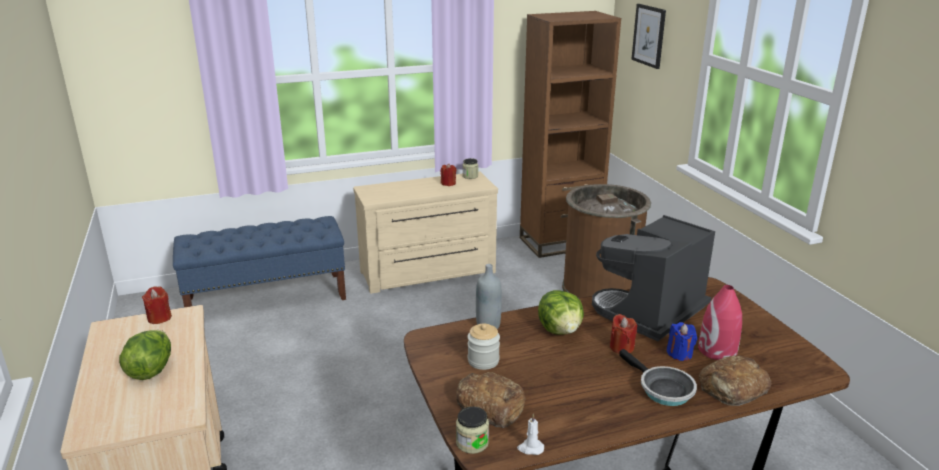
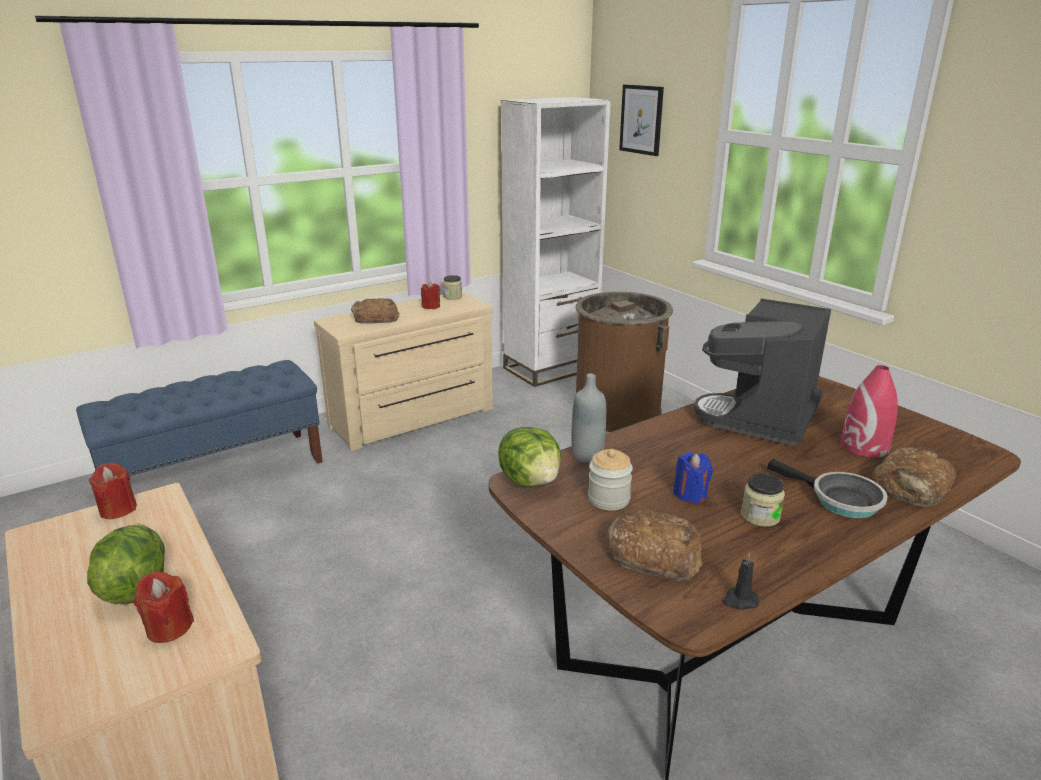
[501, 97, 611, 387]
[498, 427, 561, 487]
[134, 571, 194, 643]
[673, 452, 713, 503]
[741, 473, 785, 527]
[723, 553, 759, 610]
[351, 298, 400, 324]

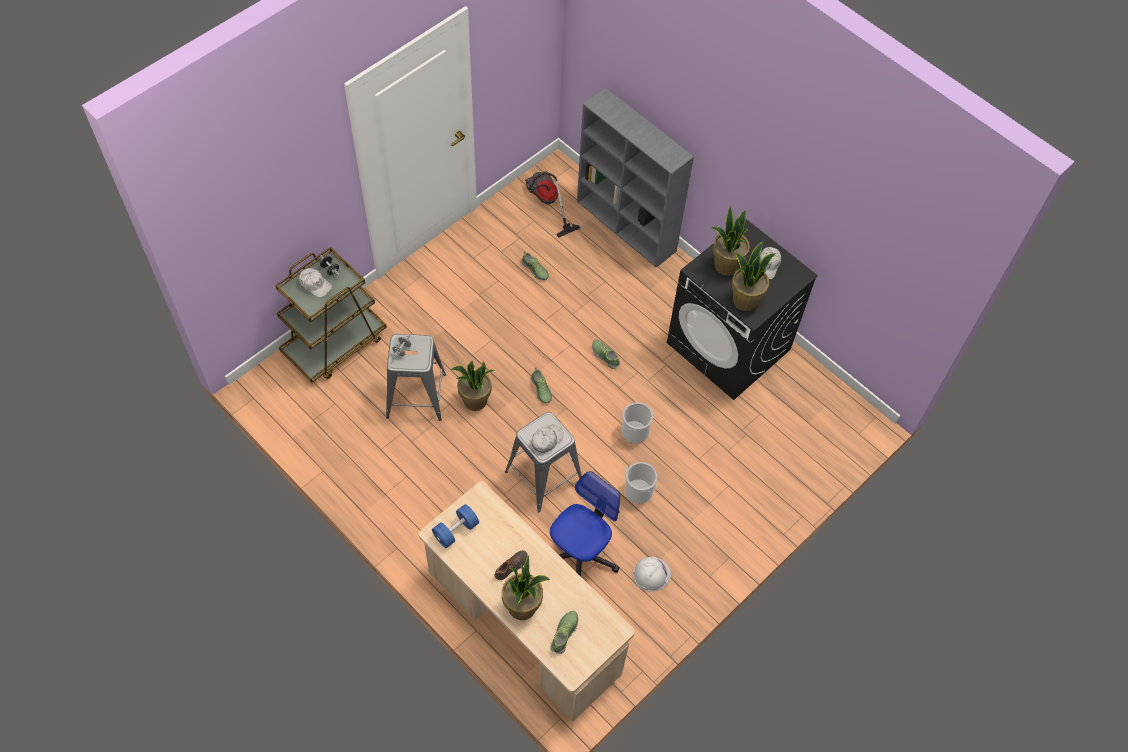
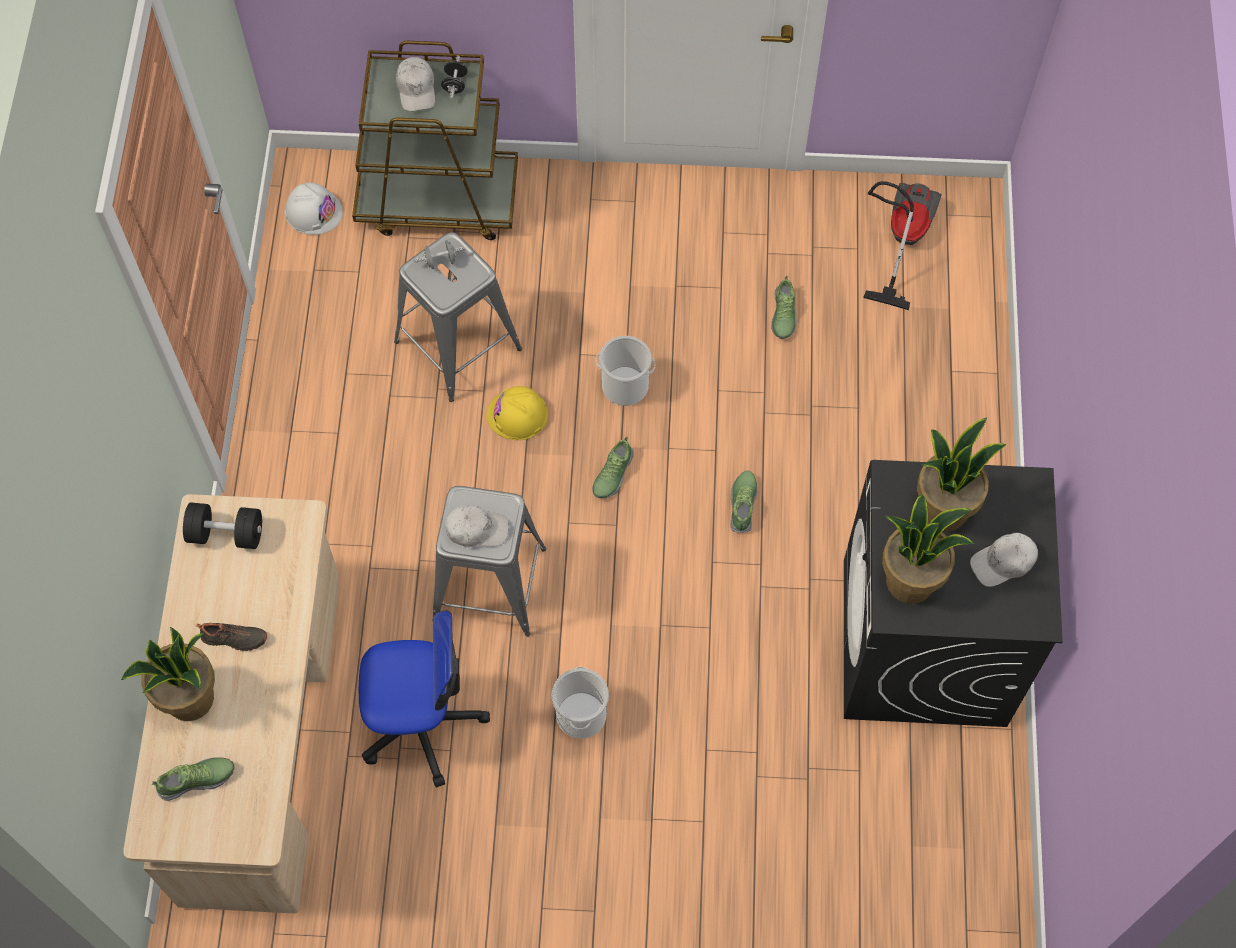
[577, 88, 694, 268] (first image)
[486, 386, 548, 440]
[596, 336, 655, 406]
[183, 502, 262, 549]
[284, 183, 343, 235]

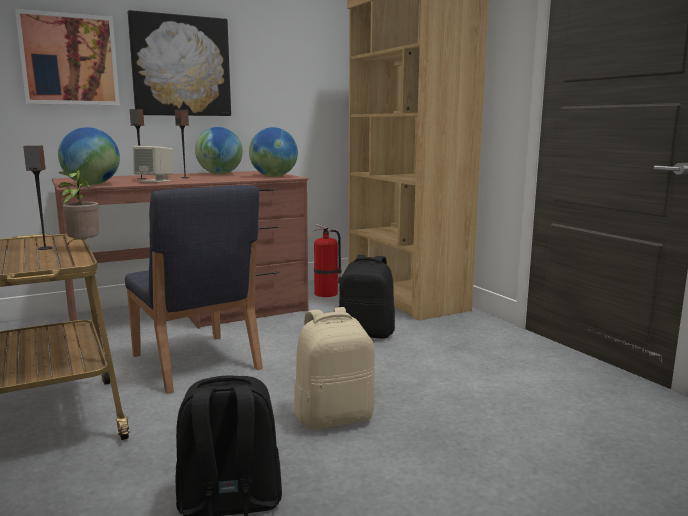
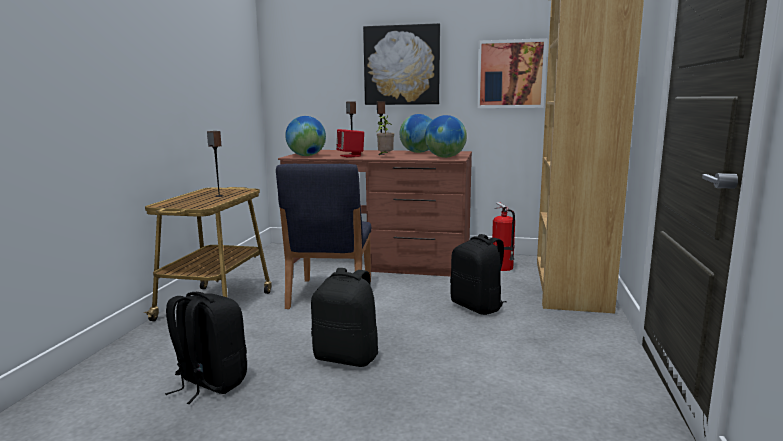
[477, 38, 547, 108]
[336, 129, 364, 157]
[377, 116, 394, 154]
[311, 268, 378, 367]

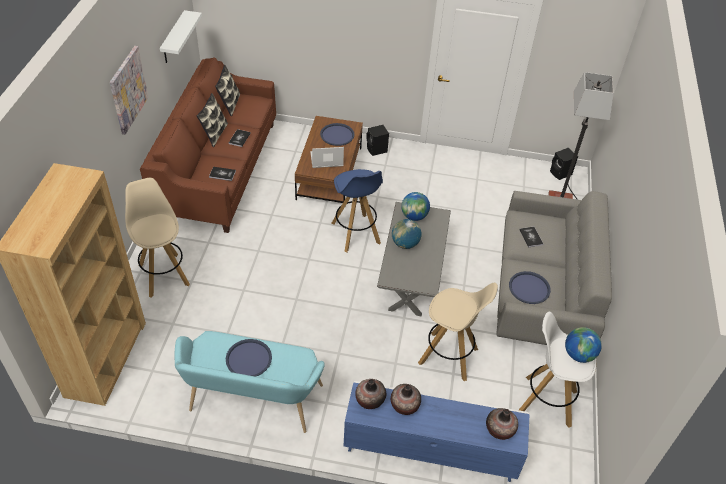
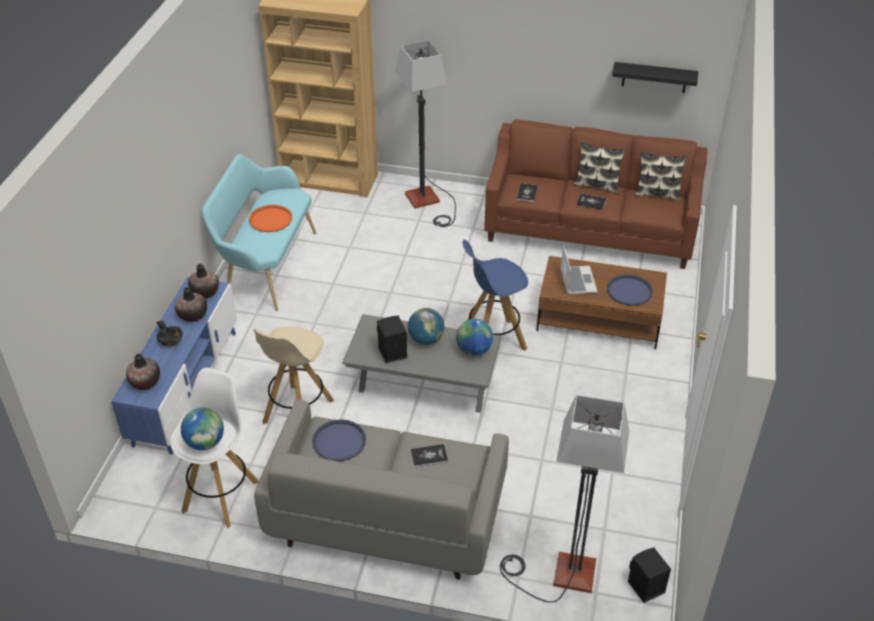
[612, 62, 698, 93]
[110, 46, 148, 135] (first image)
[377, 315, 407, 363]
[395, 40, 456, 227]
[249, 205, 293, 232]
[157, 321, 183, 347]

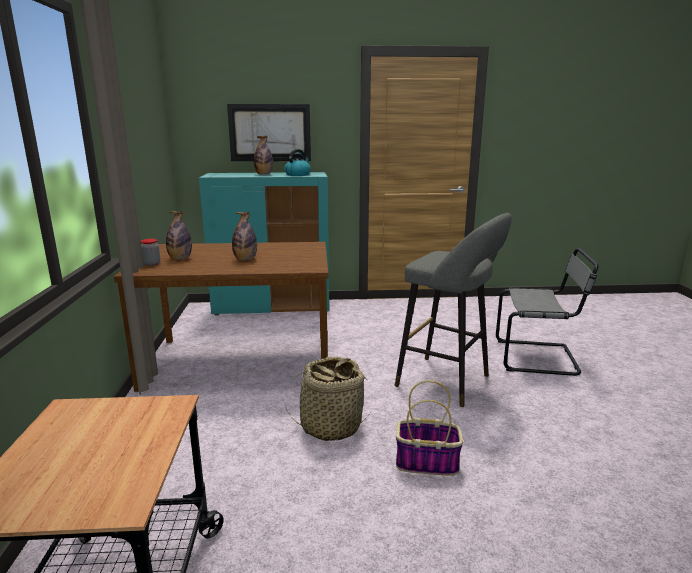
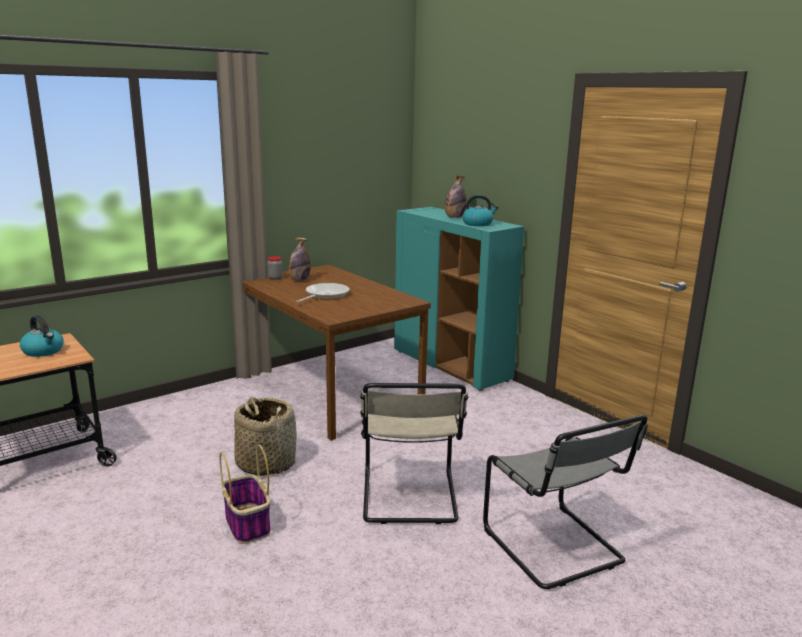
[227, 104, 311, 161] (first image)
[296, 283, 350, 303]
[360, 383, 468, 524]
[20, 315, 64, 357]

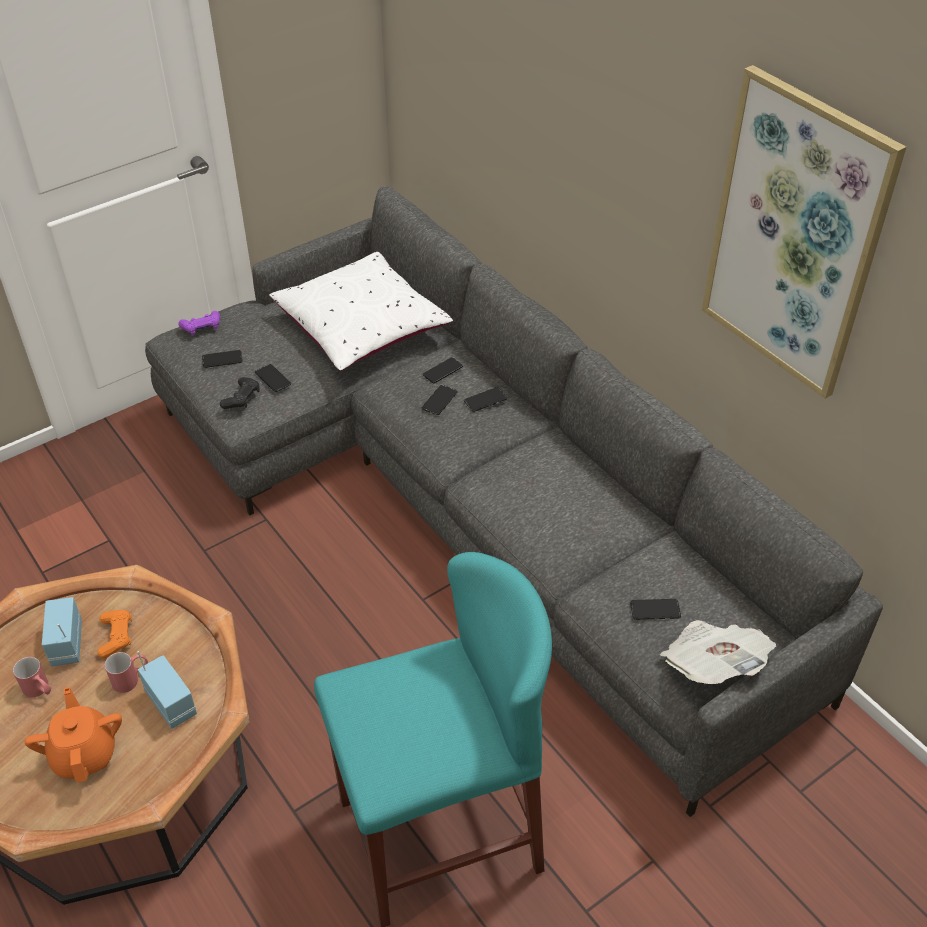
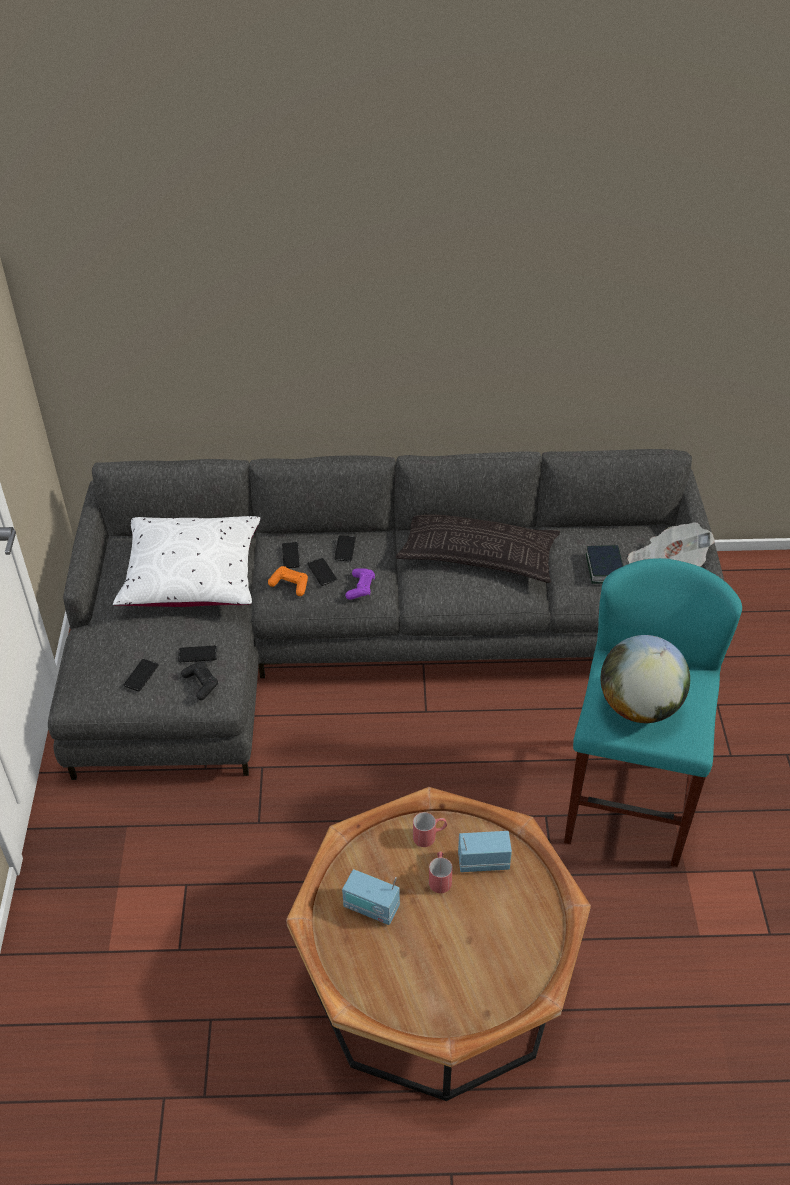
[702, 65, 906, 399] (first image)
[345, 568, 375, 600]
[586, 545, 623, 584]
[268, 566, 308, 596]
[413, 812, 447, 847]
[25, 687, 122, 783] (first image)
[396, 514, 560, 583]
[601, 635, 690, 723]

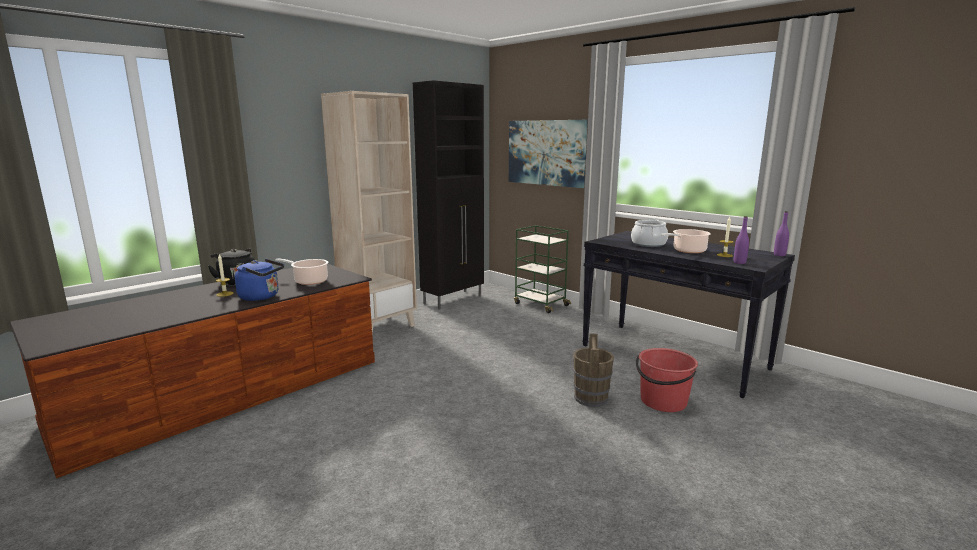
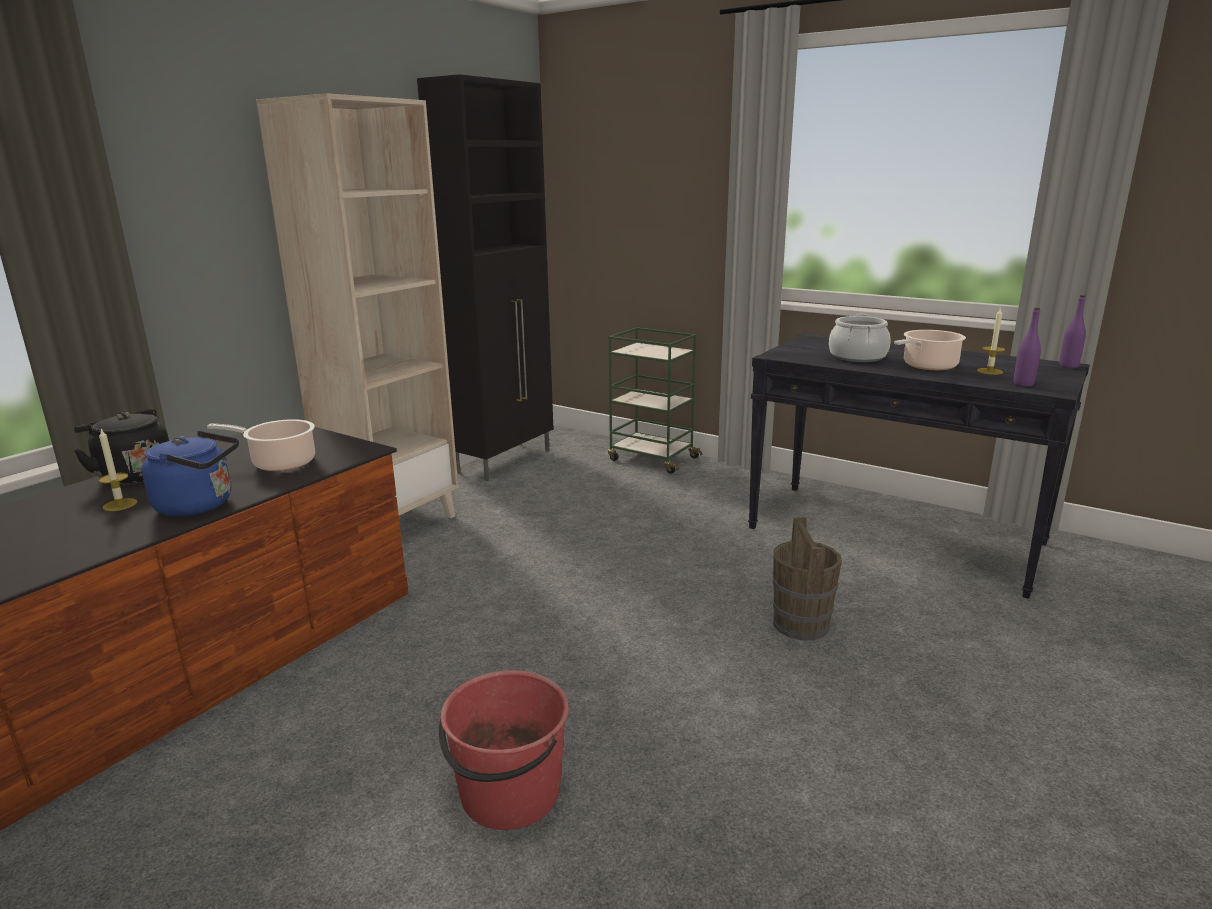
[509, 120, 588, 188] (first image)
[439, 670, 569, 830]

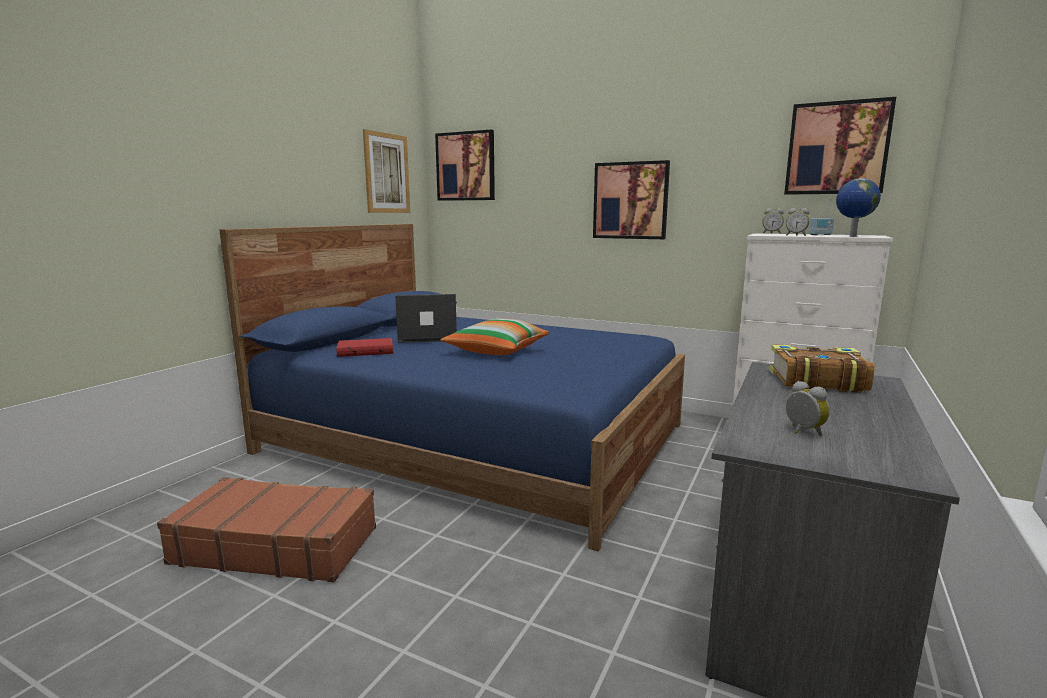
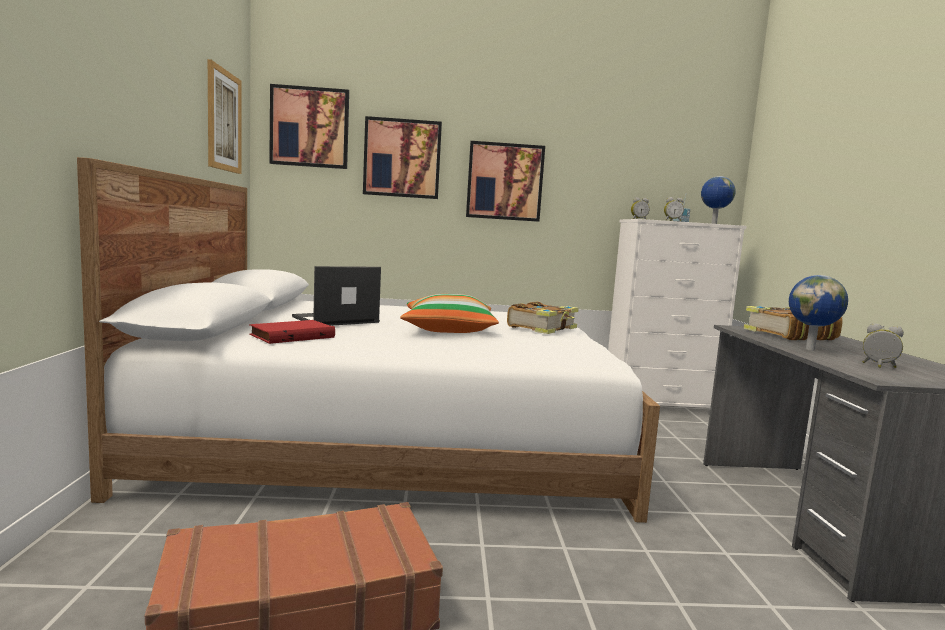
[363, 116, 442, 199]
[77, 157, 660, 523]
[789, 275, 848, 350]
[507, 302, 579, 334]

